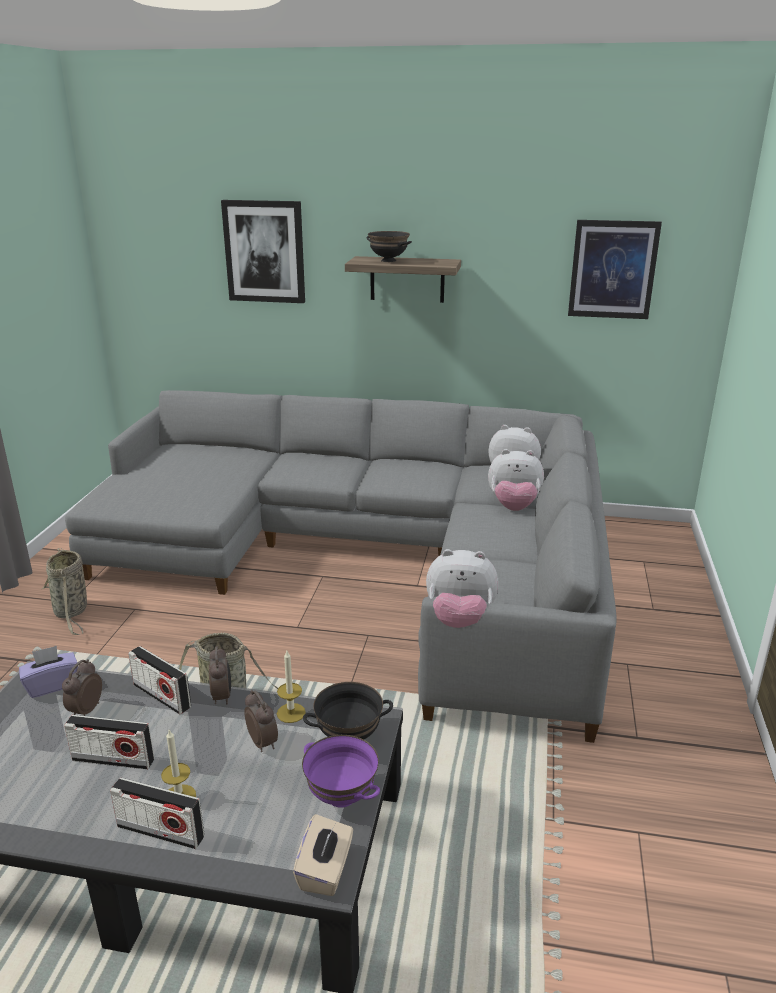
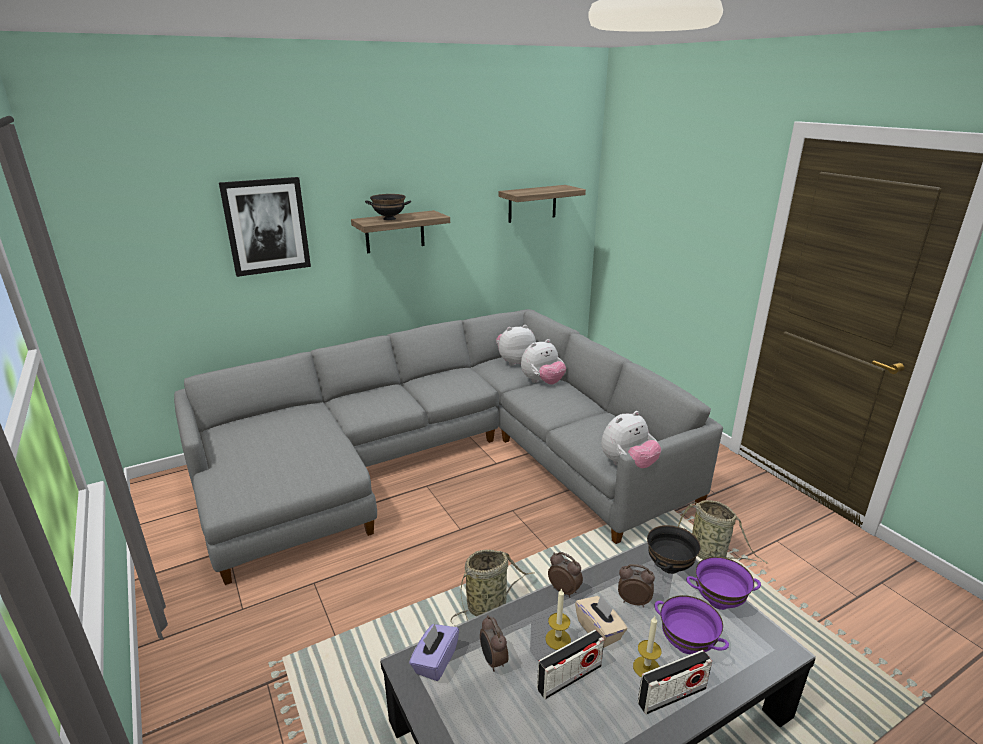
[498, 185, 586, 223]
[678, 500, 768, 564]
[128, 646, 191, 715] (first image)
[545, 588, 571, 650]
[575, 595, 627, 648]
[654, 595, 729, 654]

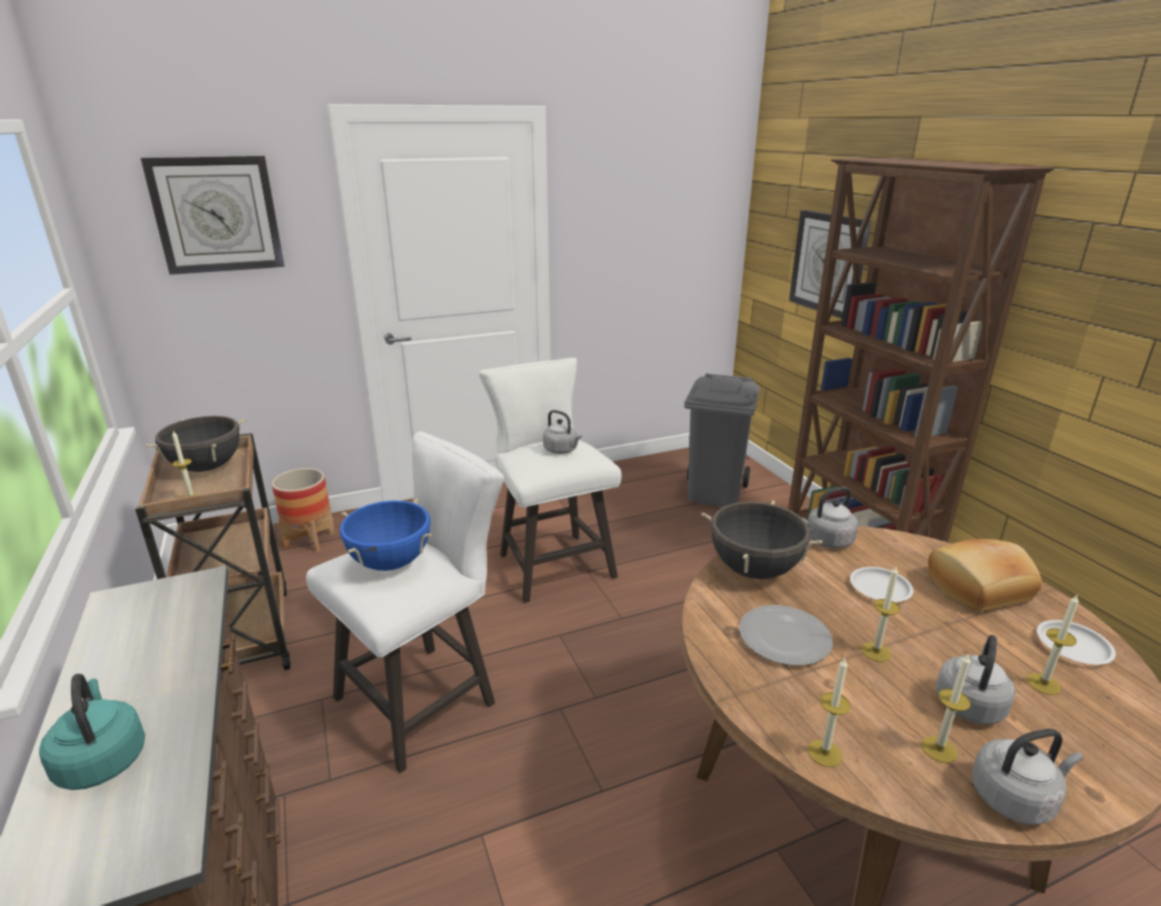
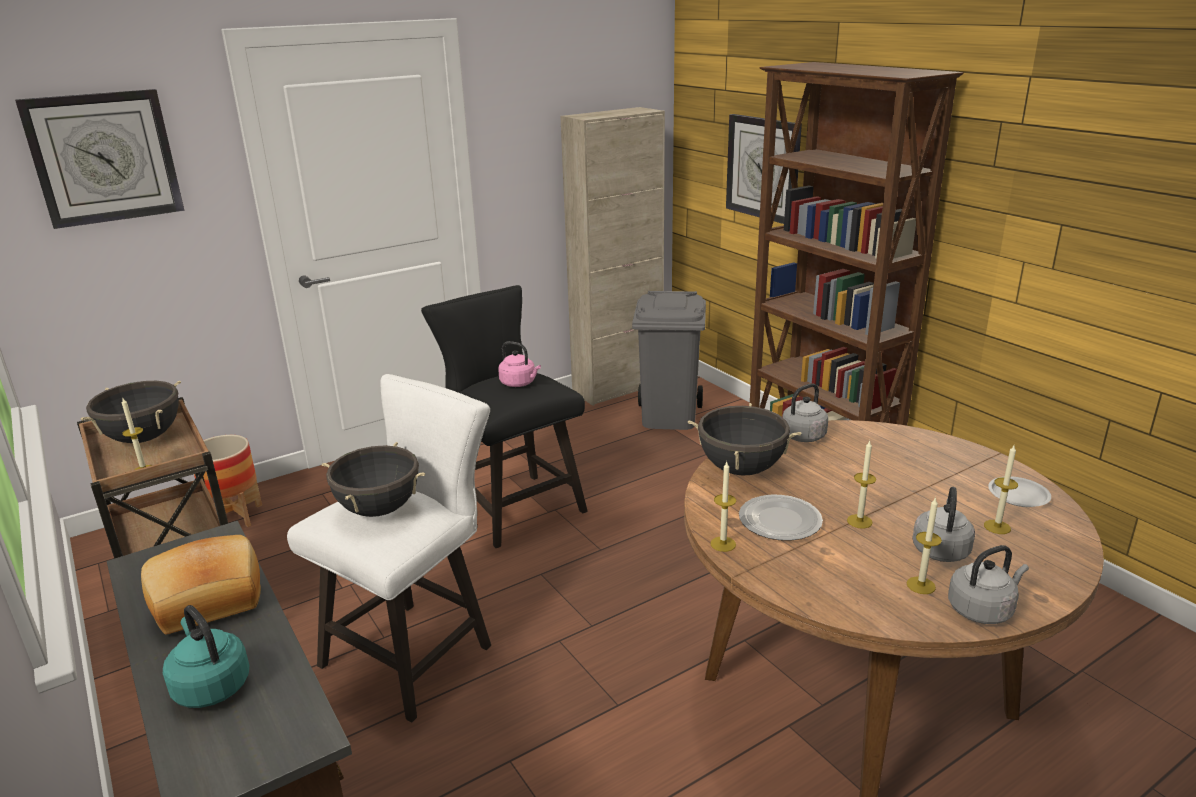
[421, 285, 587, 548]
[498, 341, 541, 387]
[322, 442, 425, 517]
[141, 535, 261, 635]
[850, 567, 913, 602] (first image)
[711, 462, 736, 552]
[560, 107, 665, 406]

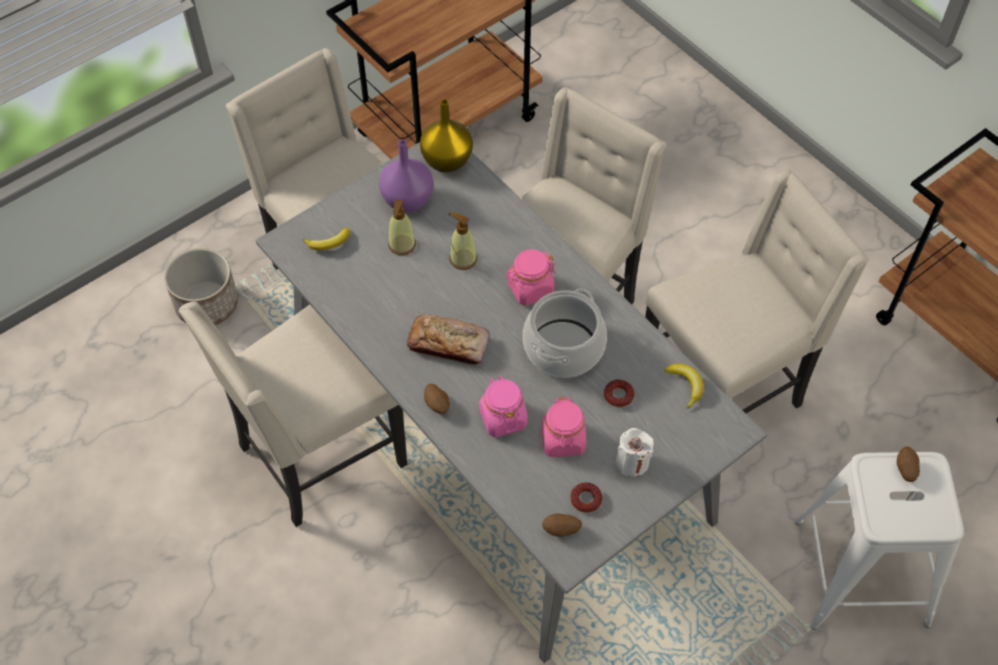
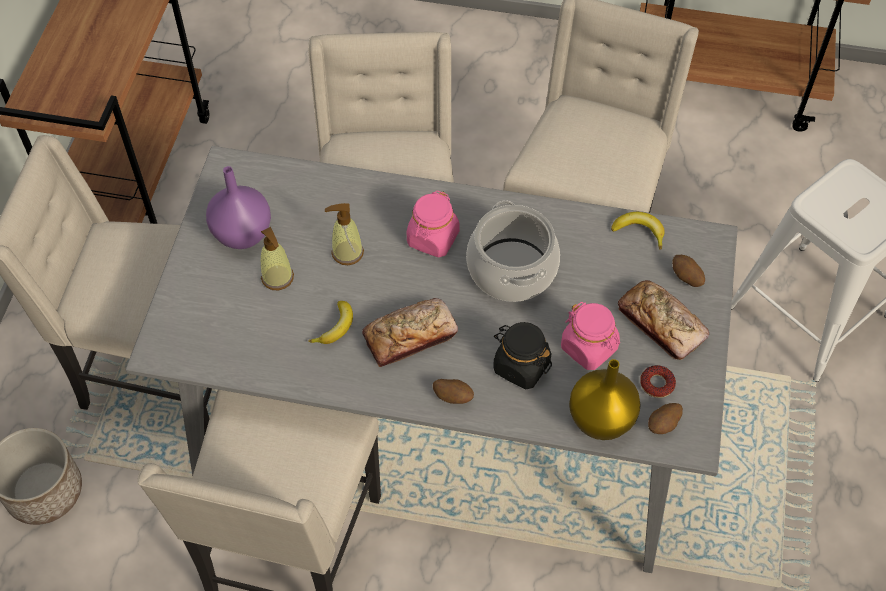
[569, 359, 641, 440]
[308, 301, 353, 344]
[493, 322, 552, 389]
[604, 380, 635, 408] (first image)
[618, 280, 709, 360]
[672, 255, 705, 287]

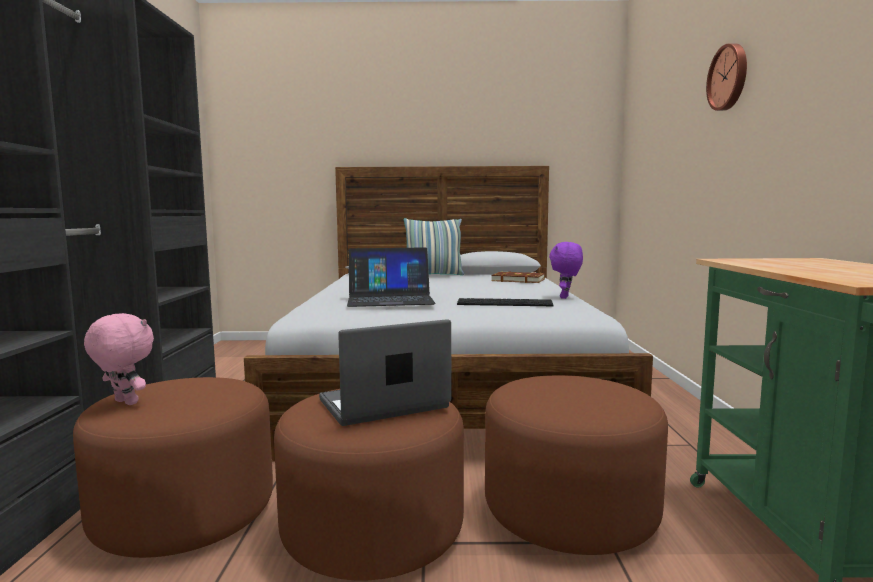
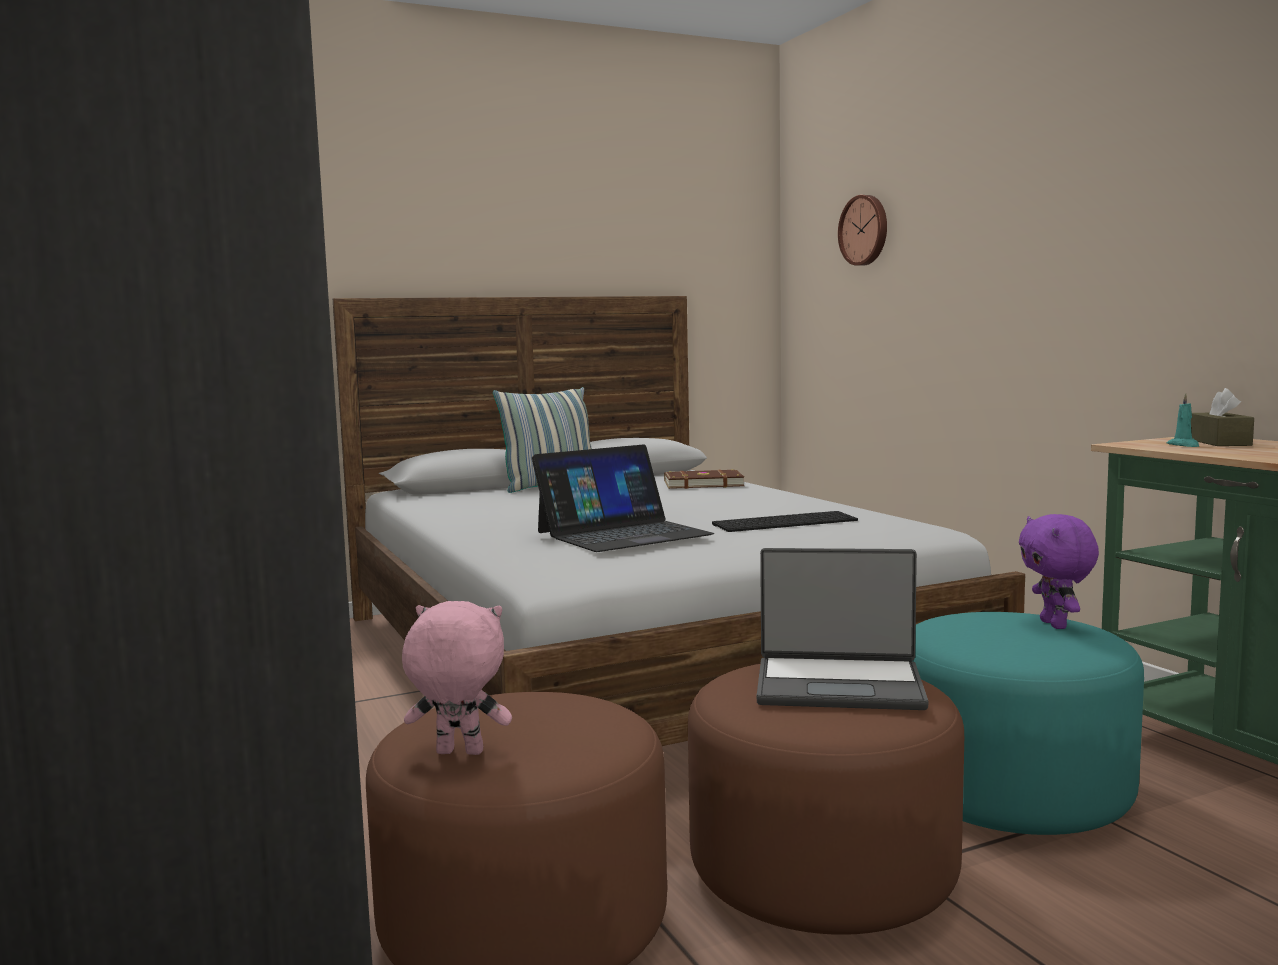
[838, 195, 887, 266]
[1019, 514, 1099, 629]
[757, 548, 928, 710]
[913, 612, 1144, 835]
[1191, 388, 1254, 446]
[1167, 393, 1199, 447]

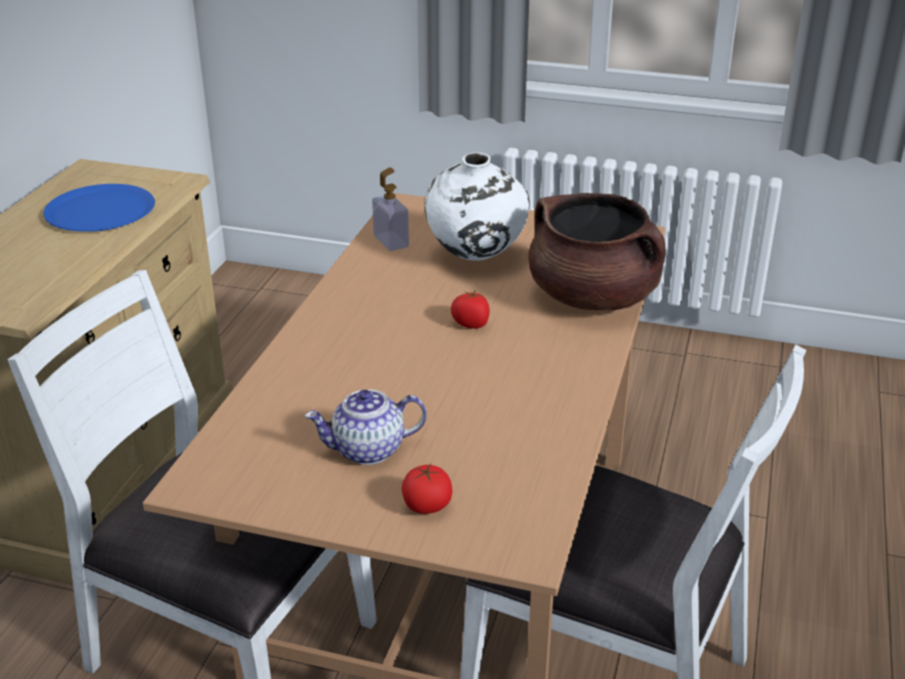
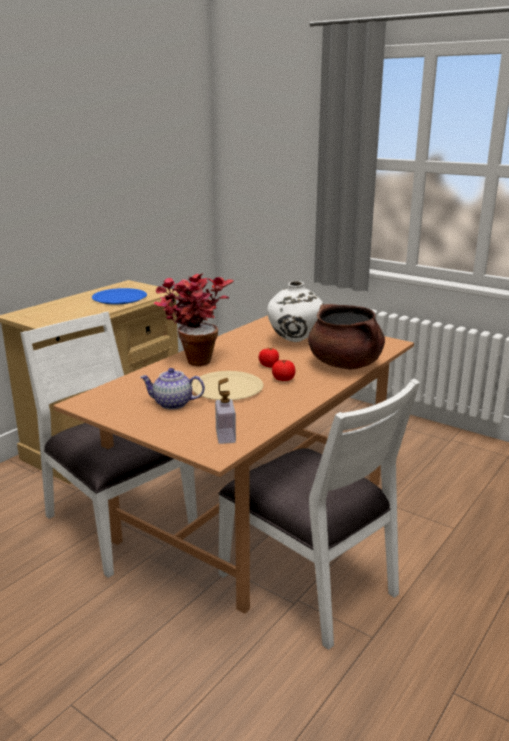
[215, 378, 236, 444]
[272, 360, 295, 381]
[154, 274, 234, 366]
[192, 371, 264, 400]

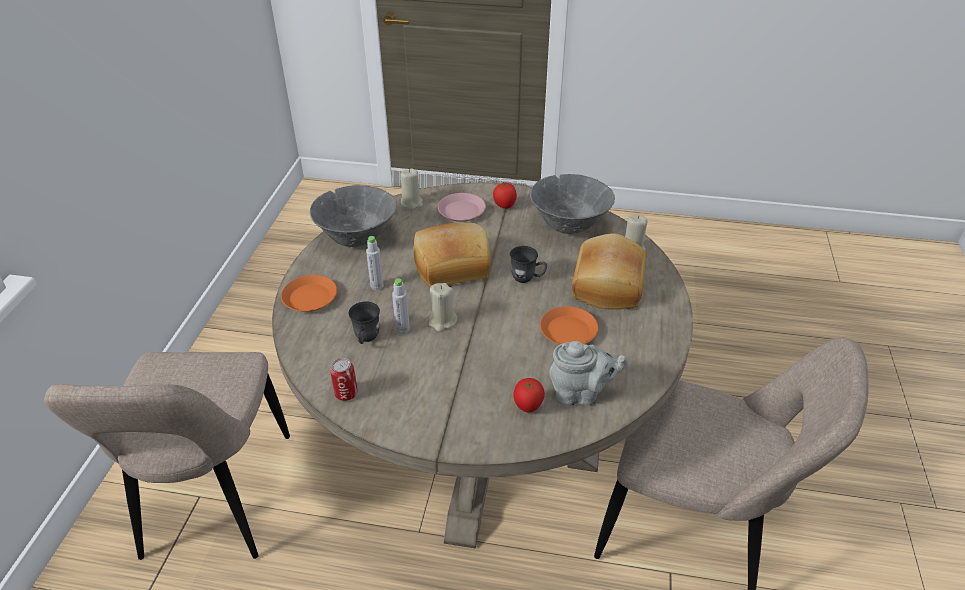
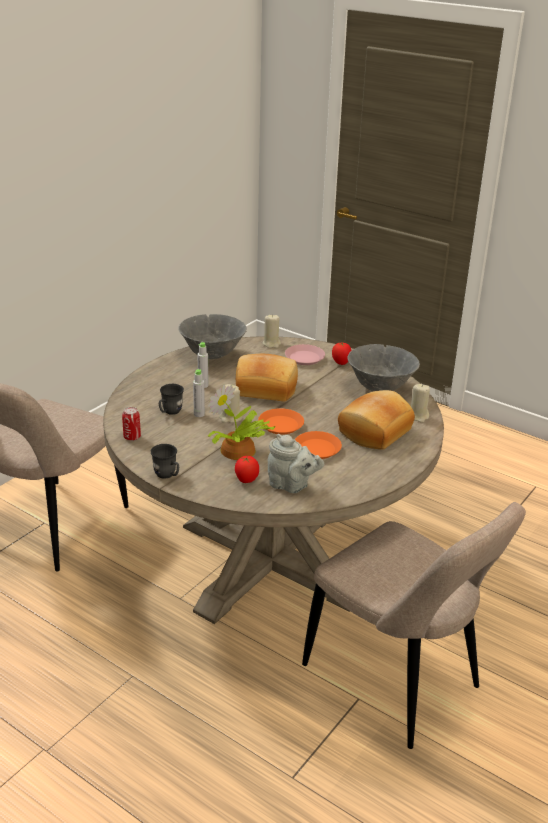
[151, 444, 179, 479]
[258, 408, 304, 435]
[208, 384, 275, 460]

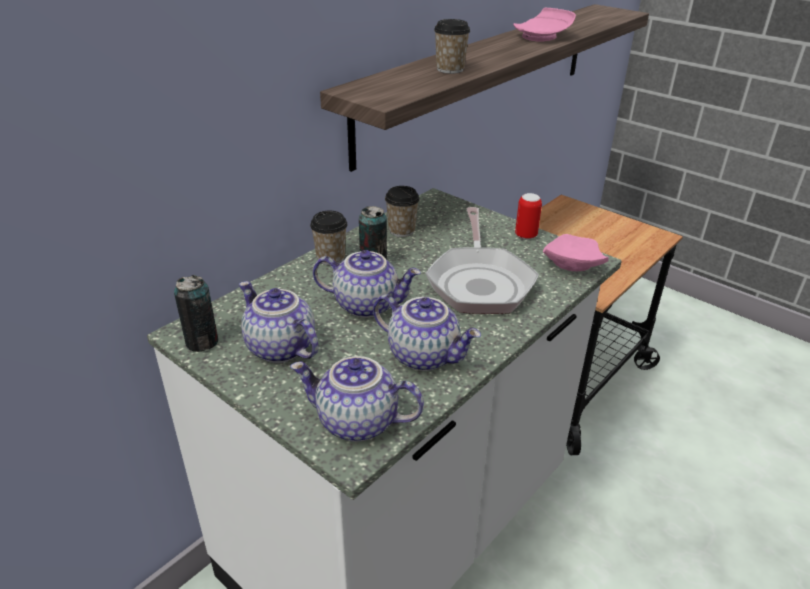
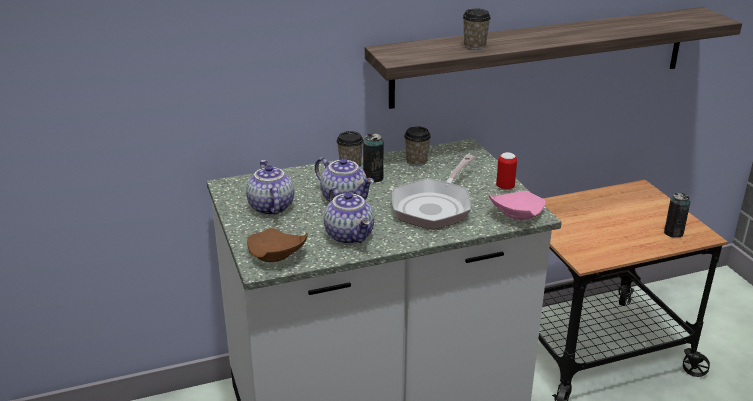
[513, 7, 576, 42] (first image)
[664, 193, 690, 238]
[247, 228, 308, 262]

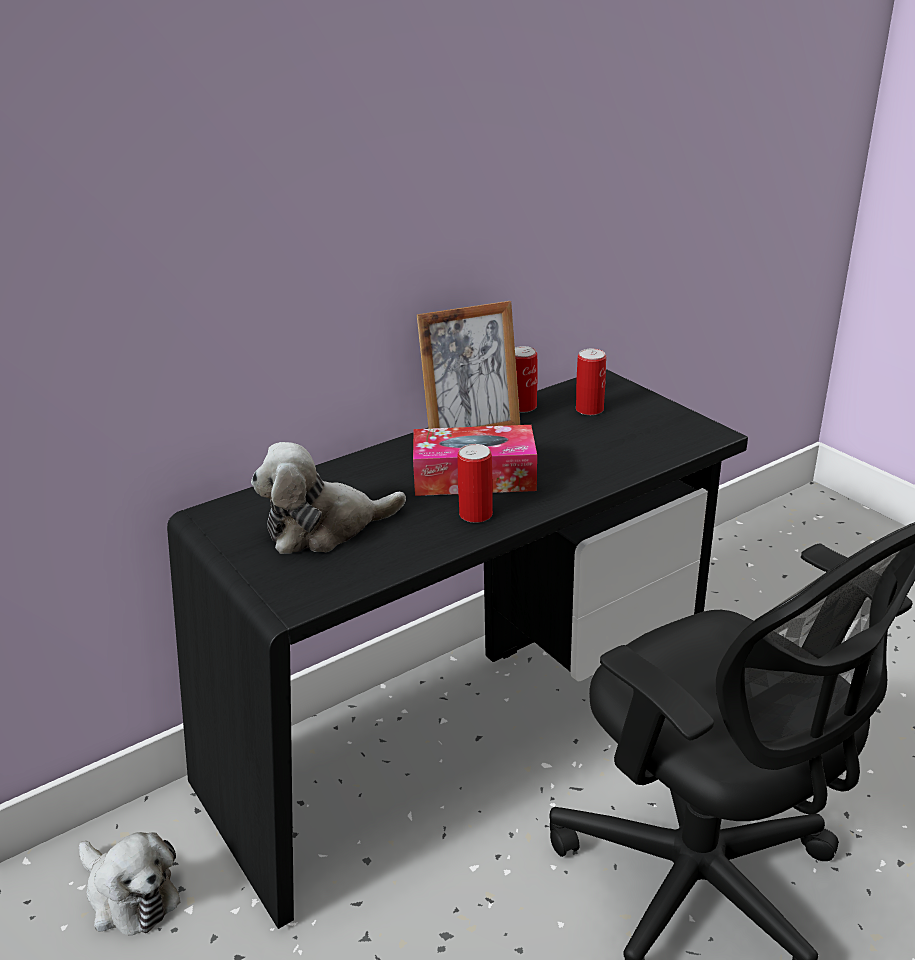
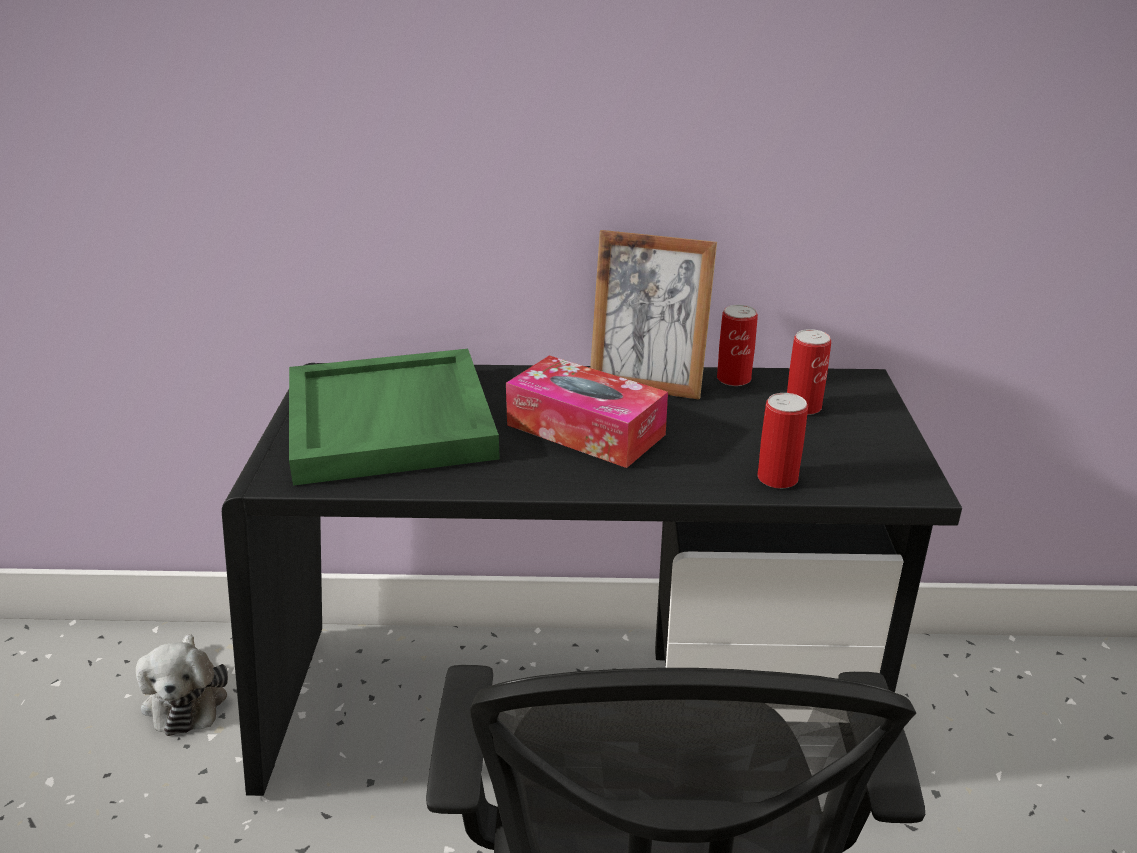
[289, 349, 500, 486]
[757, 393, 808, 489]

